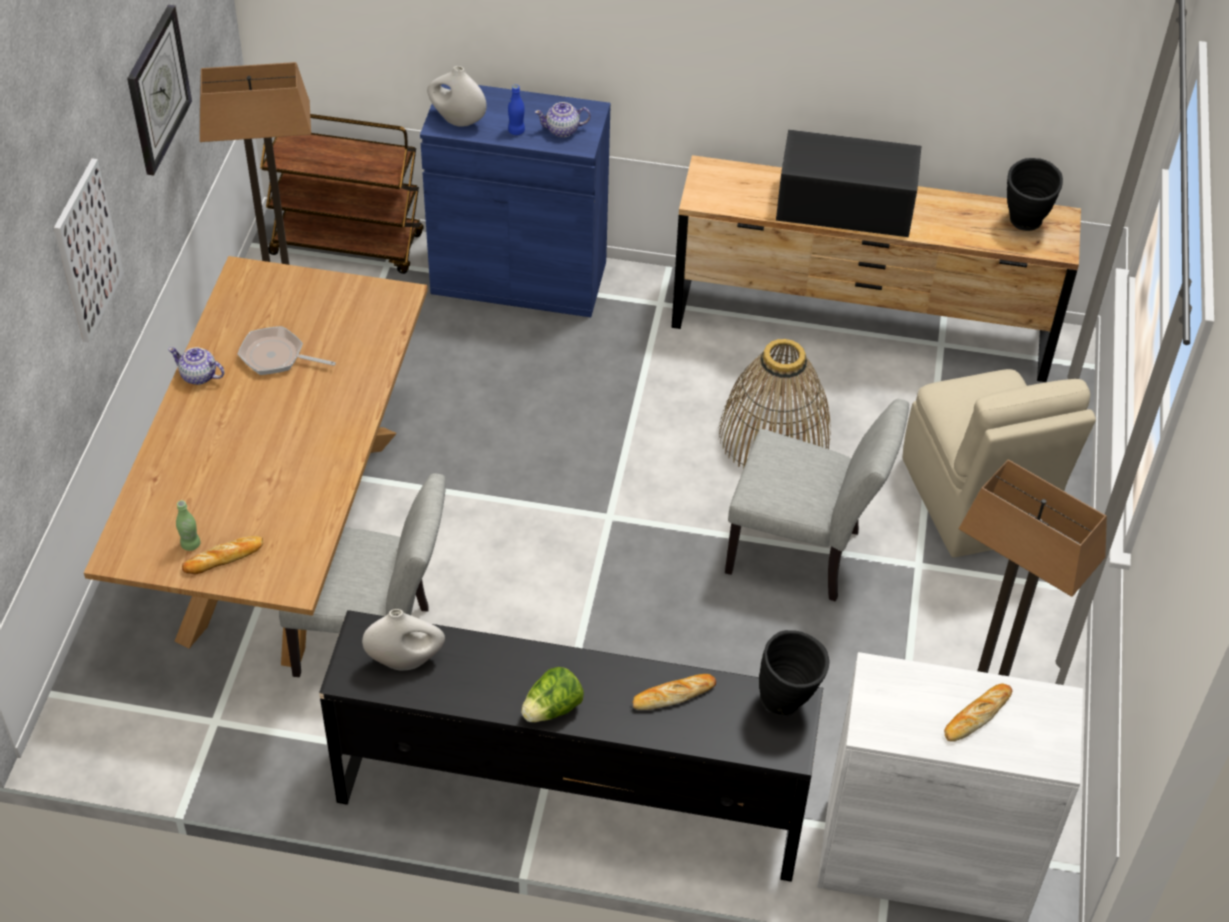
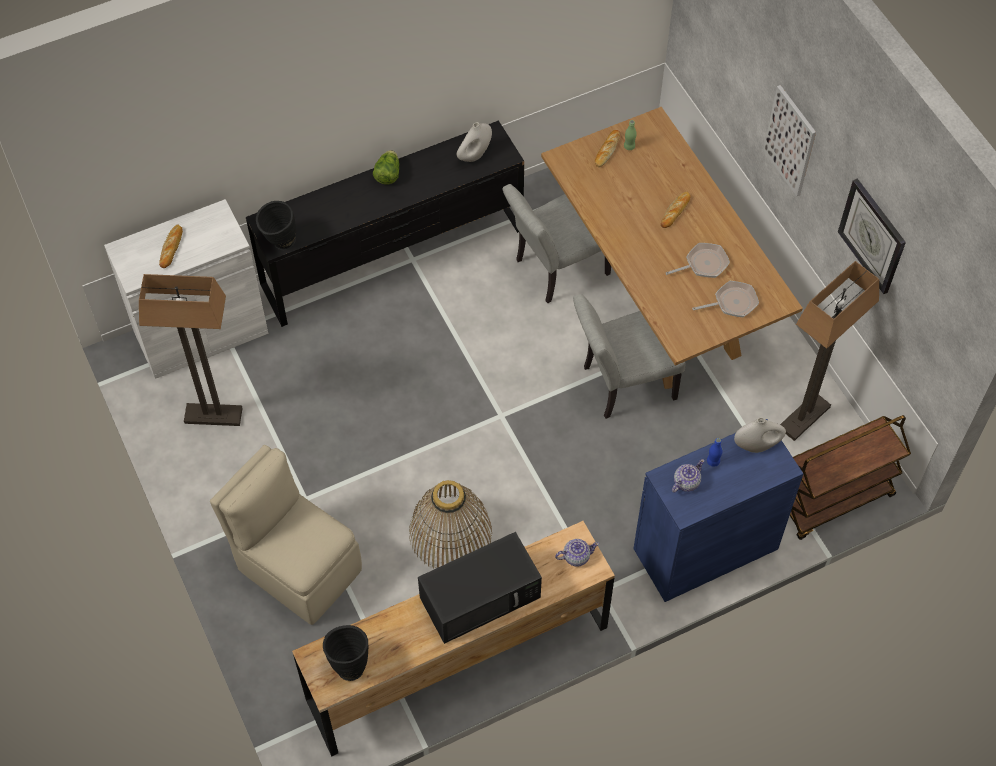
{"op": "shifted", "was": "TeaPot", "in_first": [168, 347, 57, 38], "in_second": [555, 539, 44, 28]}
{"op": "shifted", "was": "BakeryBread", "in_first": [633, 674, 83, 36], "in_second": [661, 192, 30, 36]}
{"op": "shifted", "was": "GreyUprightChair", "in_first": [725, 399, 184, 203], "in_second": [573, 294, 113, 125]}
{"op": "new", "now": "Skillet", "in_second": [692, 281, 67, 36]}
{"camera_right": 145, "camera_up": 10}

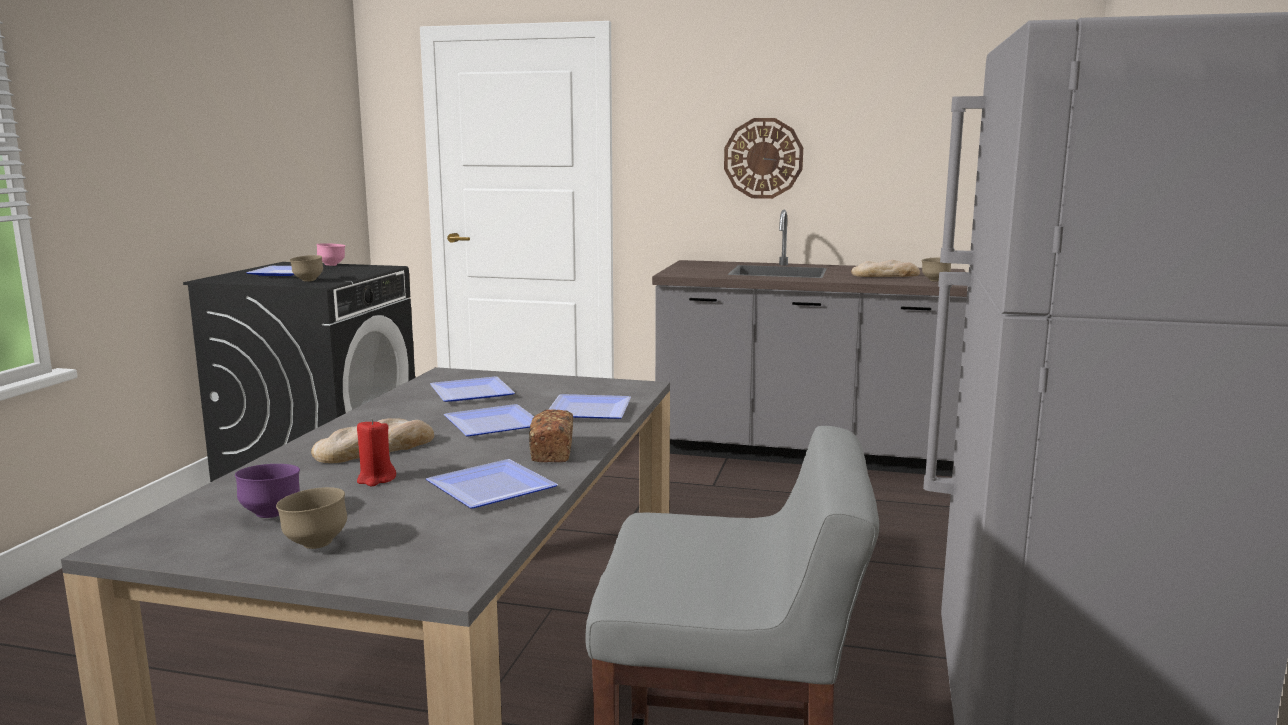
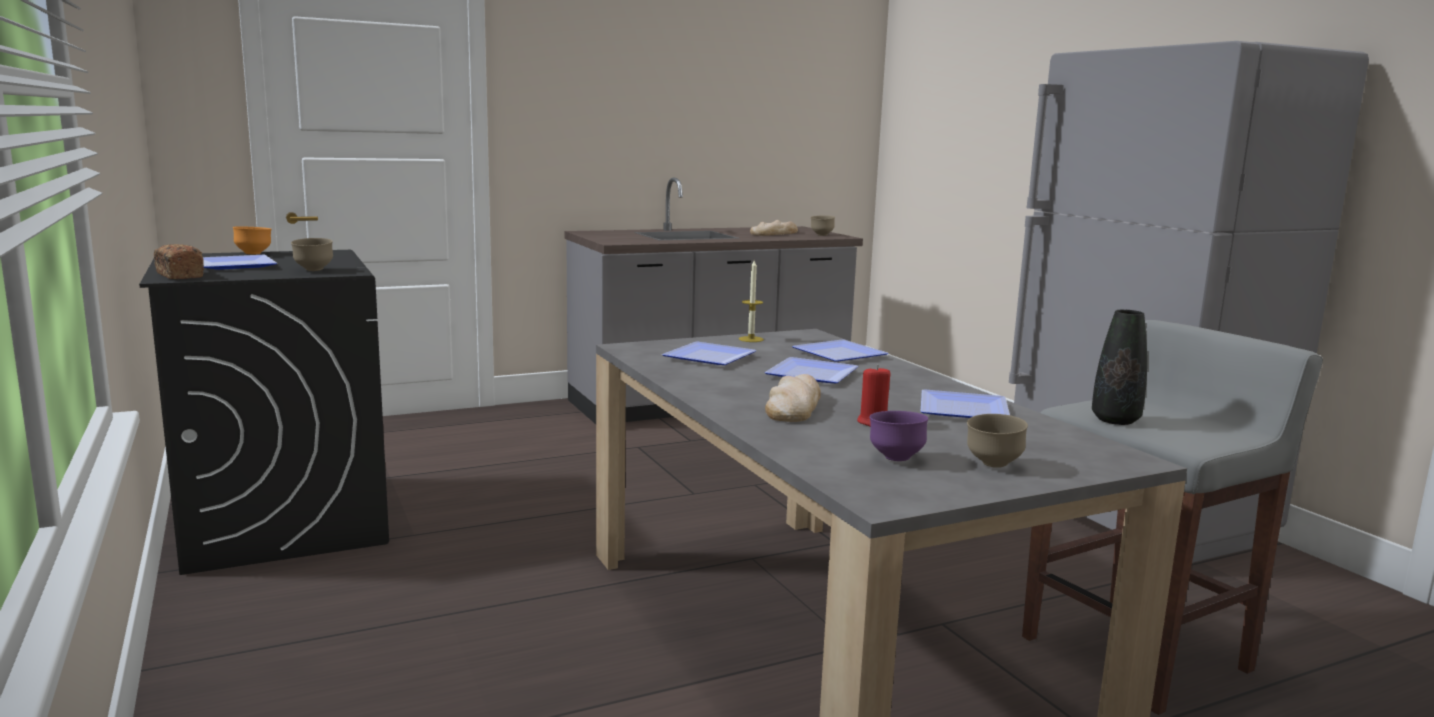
{"op": "repainted", "was": "PinkDeepDish", "now": "OrangeColouredDeepDish", "in_first": [316, 243, 29, 23], "in_second": [233, 226, 39, 28]}
{"op": "shifted", "was": "BakeryBread", "in_first": [529, 409, 44, 53], "in_second": [154, 244, 50, 35]}
{"op": "gone", "was": "ClockOnTheWall", "in_first": [724, 118, 79, 81]}
{"op": "new", "now": "WaxLight", "in_second": [739, 260, 25, 82]}
{"op": "new", "now": "BlackColouredDecorativeVase", "in_second": [1092, 310, 55, 115]}
{"camera_right": -40, "camera_up": 0}

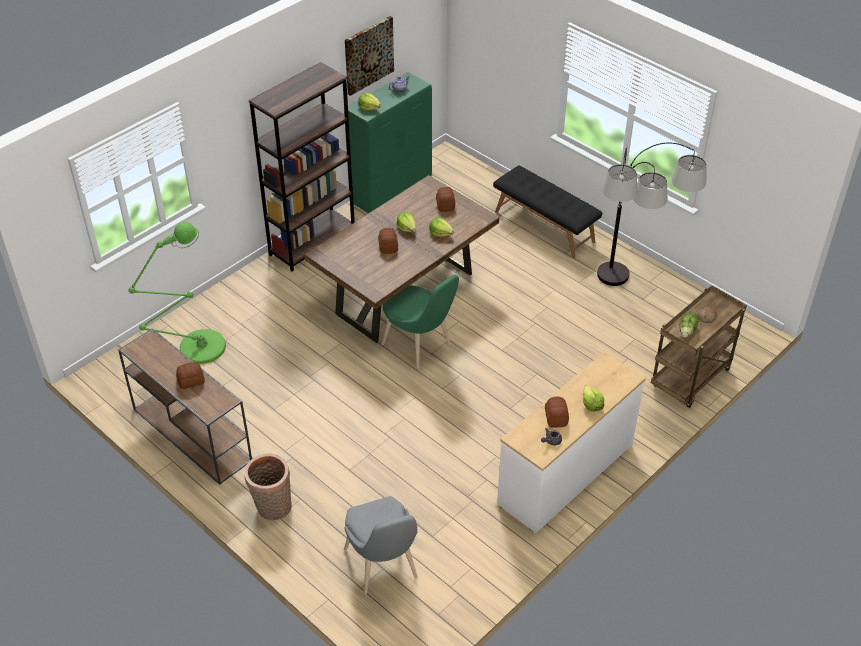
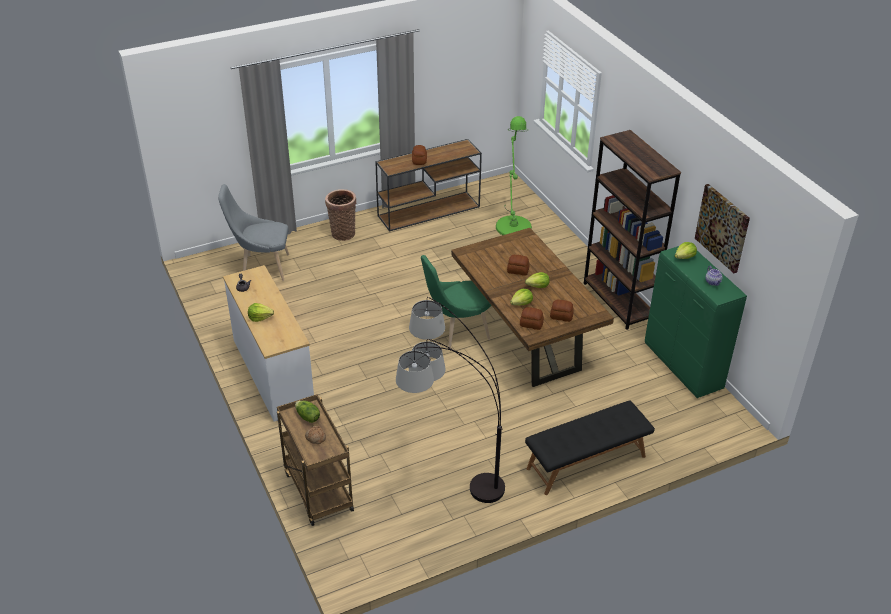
{"op": "shifted", "was": "BakeryBread", "in_first": [545, 397, 24, 31], "in_second": [520, 307, 24, 23]}
{"camera_right": 110, "camera_up": -5}

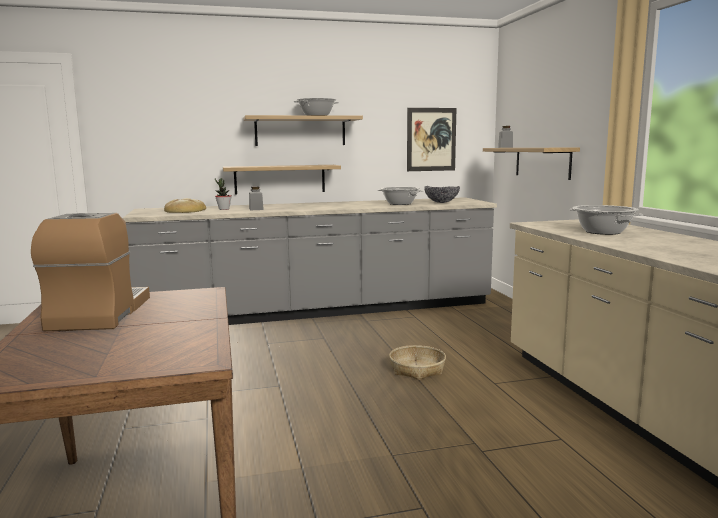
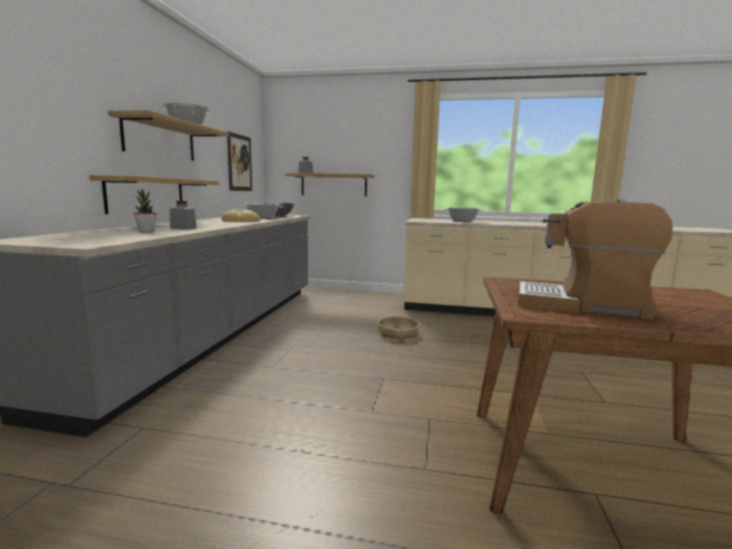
{"op": "shifted", "was": "BakeryBread", "in_first": [164, 198, 42, 15], "in_second": [222, 209, 38, 13]}
{"camera_right": -65, "camera_up": 0}

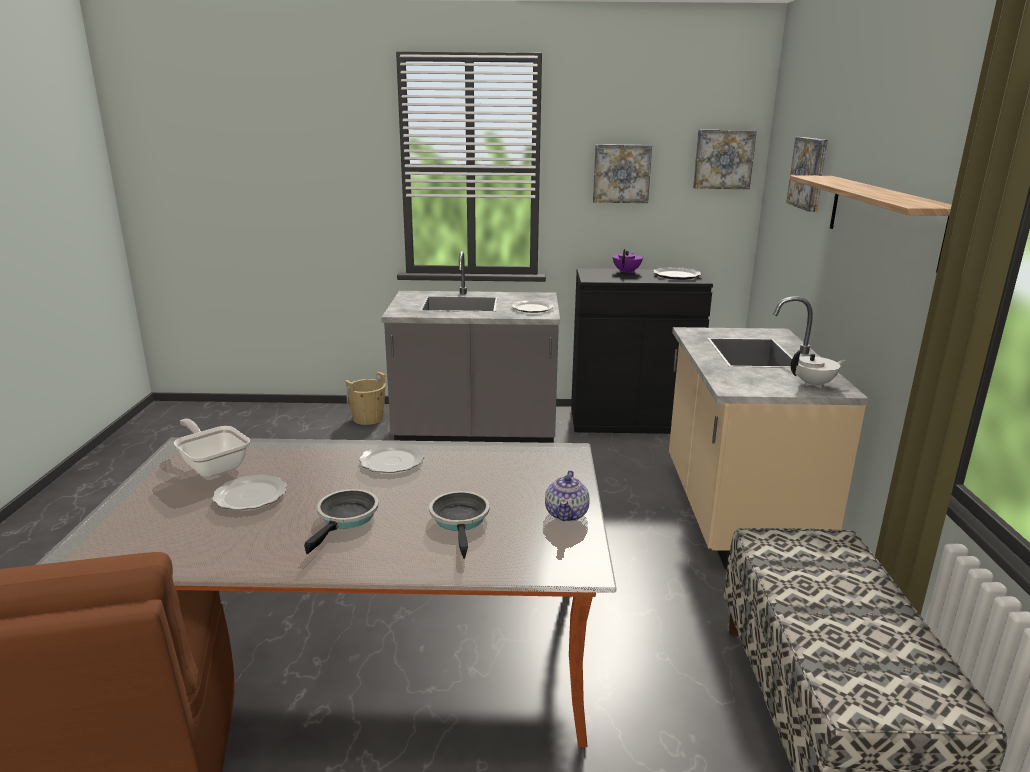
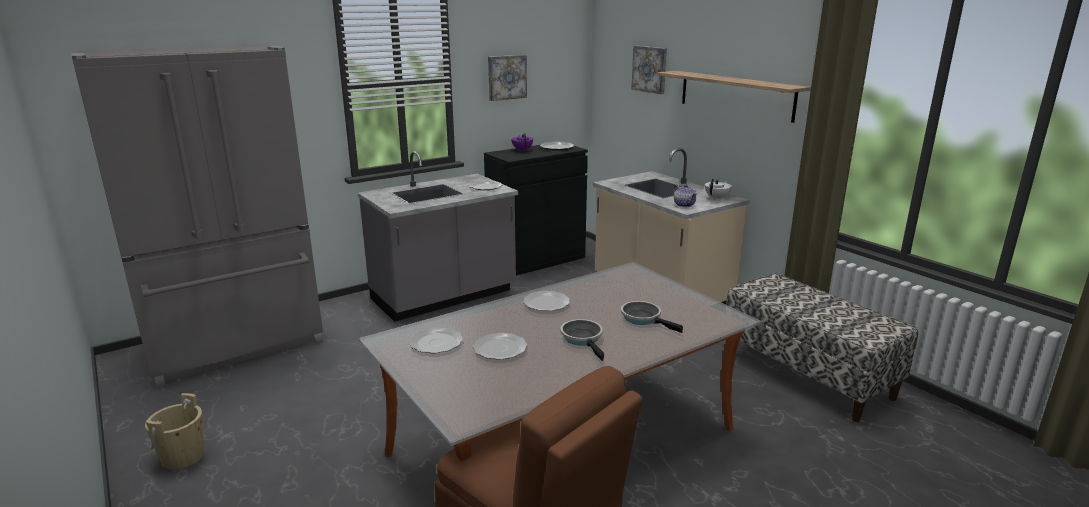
{"op": "swapped", "was": "Skillet", "now": "Plate", "in_first": [174, 419, 76, 58], "in_second": [409, 327, 54, 26]}
{"op": "shifted", "was": "BeigeColouredBucket", "in_first": [346, 372, 40, 53], "in_second": [145, 393, 60, 77]}
{"op": "shifted", "was": "TeaPot", "in_first": [545, 470, 45, 52], "in_second": [674, 184, 23, 23]}
{"op": "gone", "was": "WallPicture", "in_first": [693, 130, 64, 59]}
{"op": "new", "now": "GreyFridge", "in_second": [71, 44, 252, 343]}
{"camera_right": -35, "camera_up": 0}

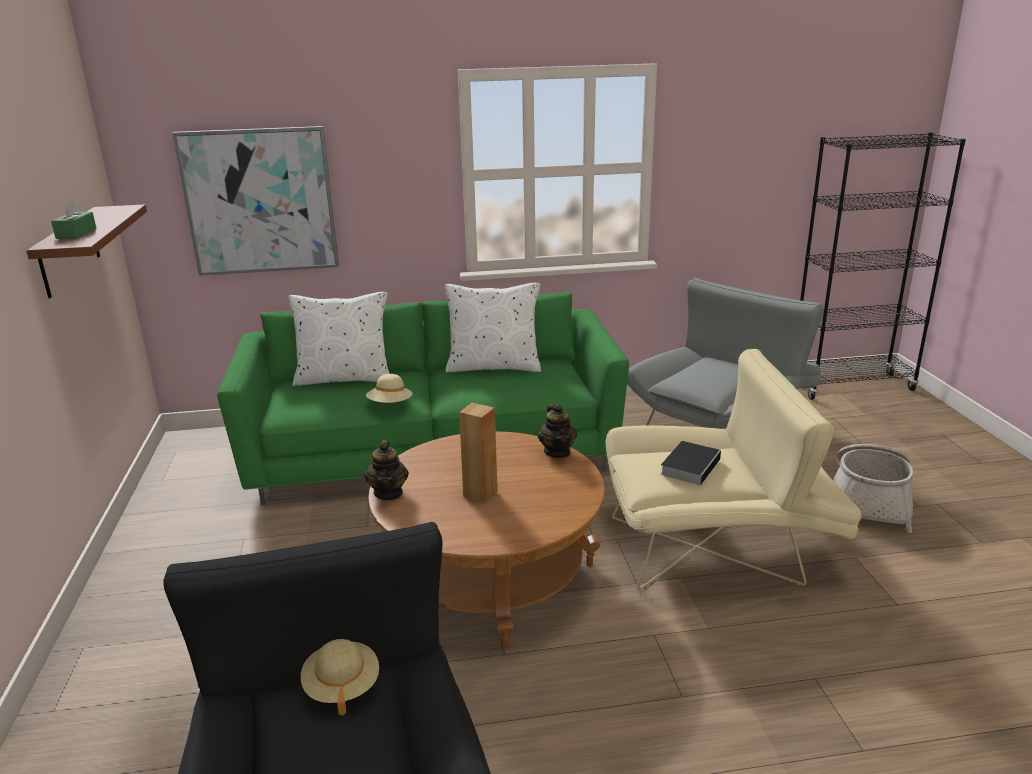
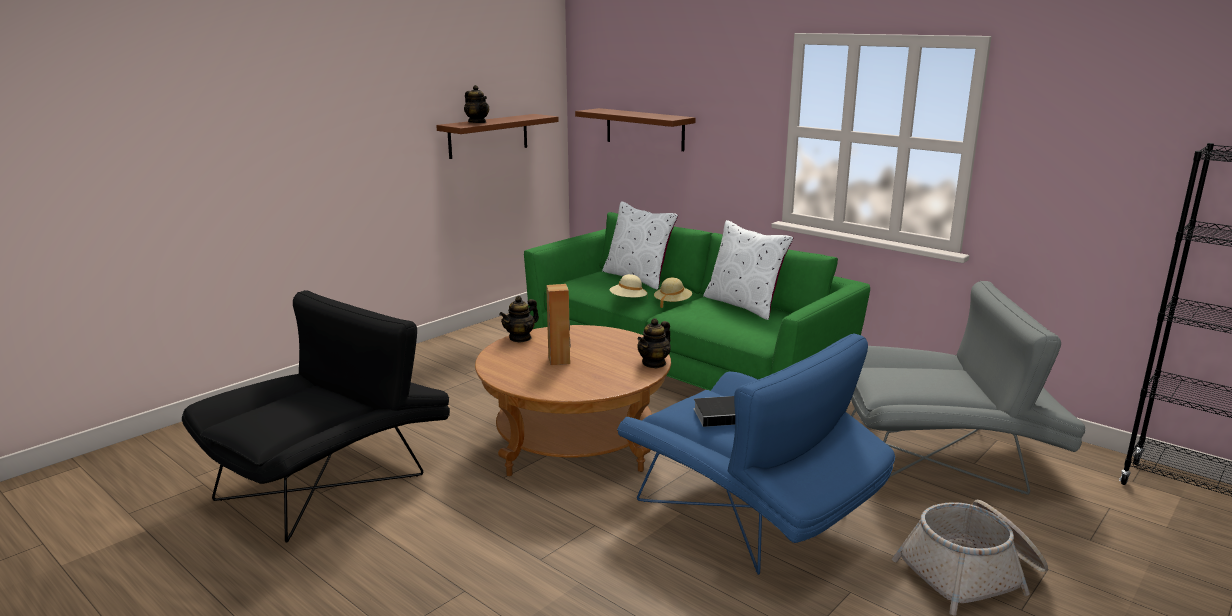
{"op": "swapped", "was": "GreenTissueHolder", "now": "TeaPot", "in_first": [51, 199, 46, 40], "in_second": [464, 85, 25, 38]}
{"op": "swapped", "was": "WallPicture", "now": "BrownishShelf", "in_first": [172, 126, 167, 150], "in_second": [575, 108, 121, 43]}
{"op": "shifted", "was": "BeigeColouredClothingHat", "in_first": [301, 639, 78, 77], "in_second": [654, 278, 38, 30]}
{"op": "repainted", "was": "BeigeColouredLoungeChair", "now": "BluishLoungeChair", "in_first": [605, 349, 257, 242], "in_second": [617, 333, 278, 242]}
{"camera_right": 50, "camera_up": -5}

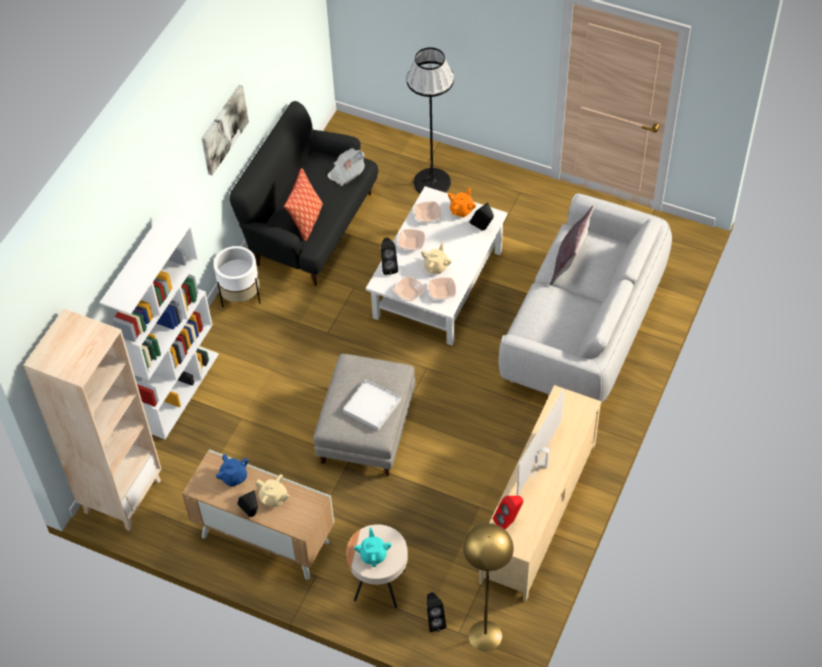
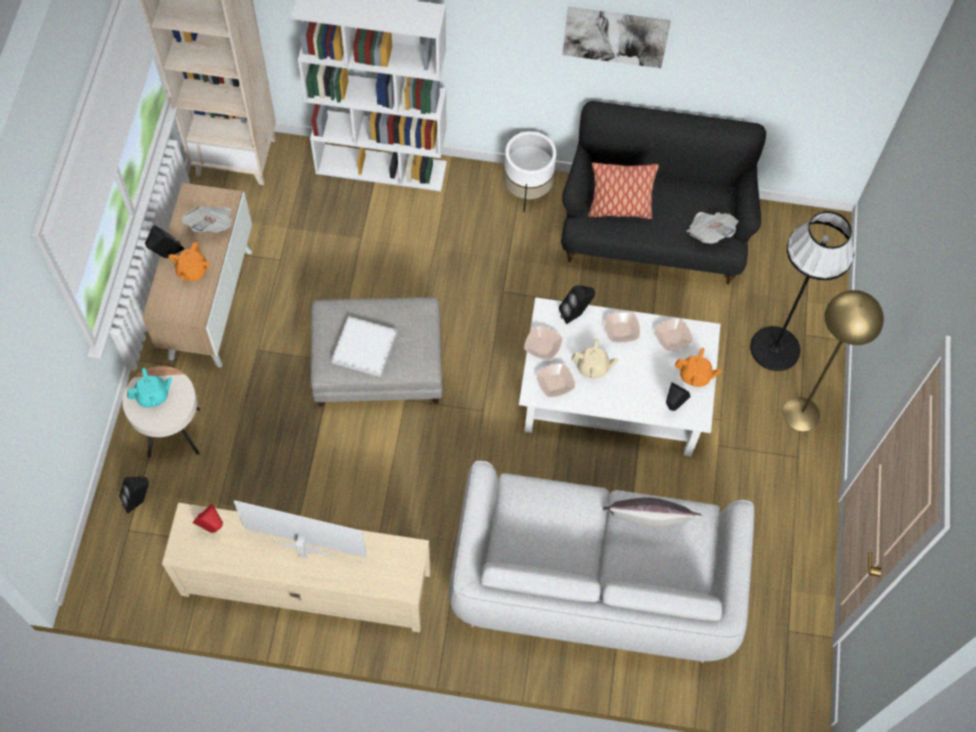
{"op": "swapped", "was": "BluishTeaPot", "now": "DailyPaper", "in_first": [216, 454, 33, 33], "in_second": [182, 205, 51, 28]}
{"op": "repainted", "was": "BeigeColouredTeaPot", "now": "OrangeColouredTeaPot", "in_first": [255, 474, 35, 33], "in_second": [168, 242, 42, 39]}
{"op": "shifted", "was": "YellowishStandingLamp", "in_first": [463, 523, 51, 128], "in_second": [783, 290, 101, 141]}
{"camera_right": 70, "camera_up": 10}

